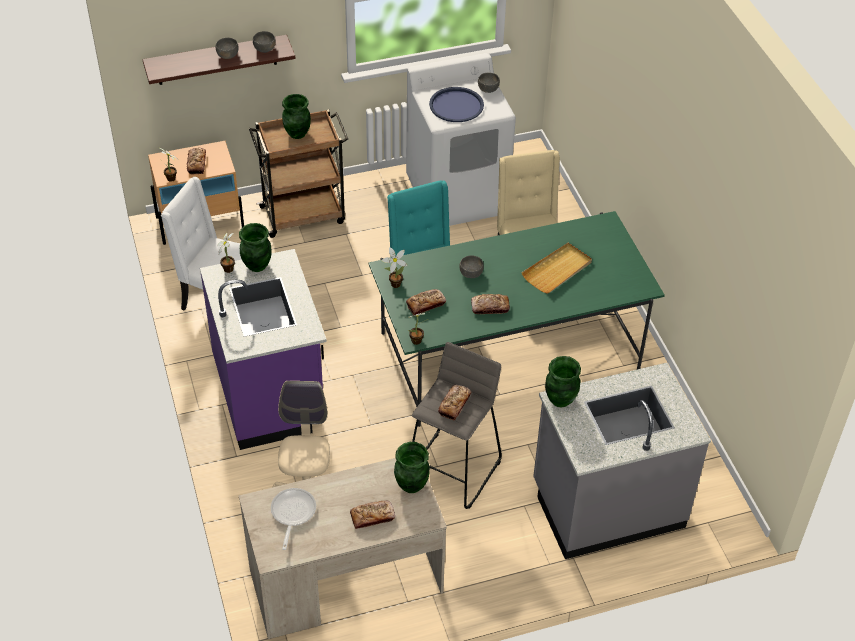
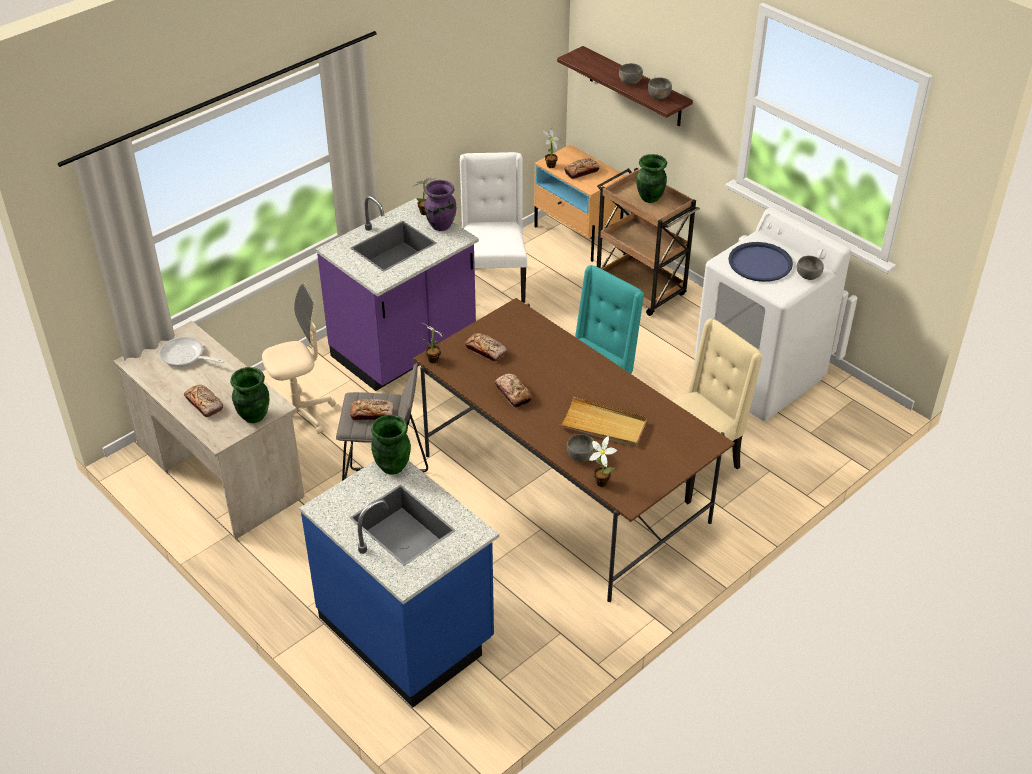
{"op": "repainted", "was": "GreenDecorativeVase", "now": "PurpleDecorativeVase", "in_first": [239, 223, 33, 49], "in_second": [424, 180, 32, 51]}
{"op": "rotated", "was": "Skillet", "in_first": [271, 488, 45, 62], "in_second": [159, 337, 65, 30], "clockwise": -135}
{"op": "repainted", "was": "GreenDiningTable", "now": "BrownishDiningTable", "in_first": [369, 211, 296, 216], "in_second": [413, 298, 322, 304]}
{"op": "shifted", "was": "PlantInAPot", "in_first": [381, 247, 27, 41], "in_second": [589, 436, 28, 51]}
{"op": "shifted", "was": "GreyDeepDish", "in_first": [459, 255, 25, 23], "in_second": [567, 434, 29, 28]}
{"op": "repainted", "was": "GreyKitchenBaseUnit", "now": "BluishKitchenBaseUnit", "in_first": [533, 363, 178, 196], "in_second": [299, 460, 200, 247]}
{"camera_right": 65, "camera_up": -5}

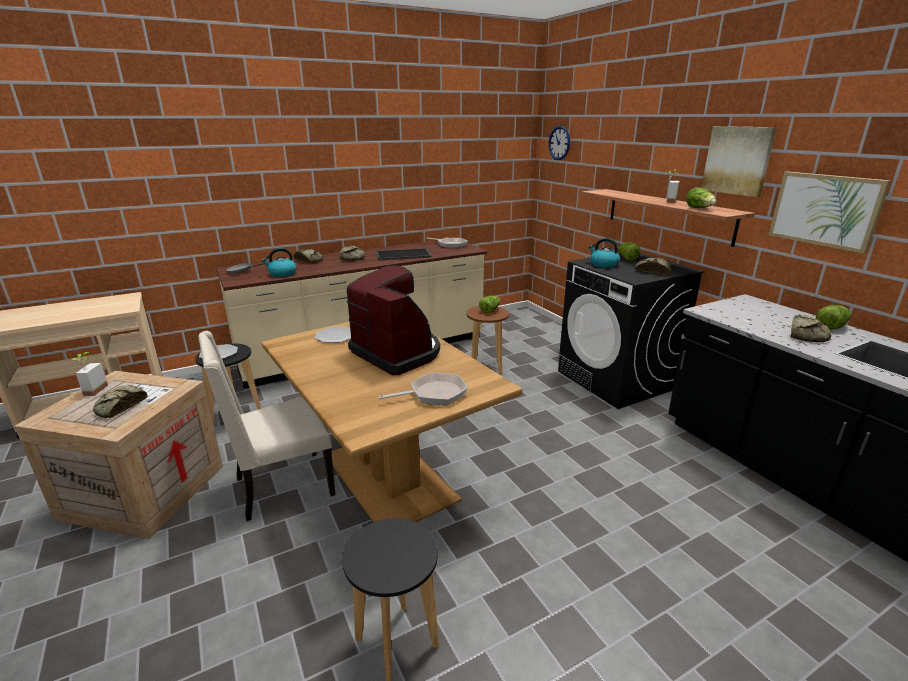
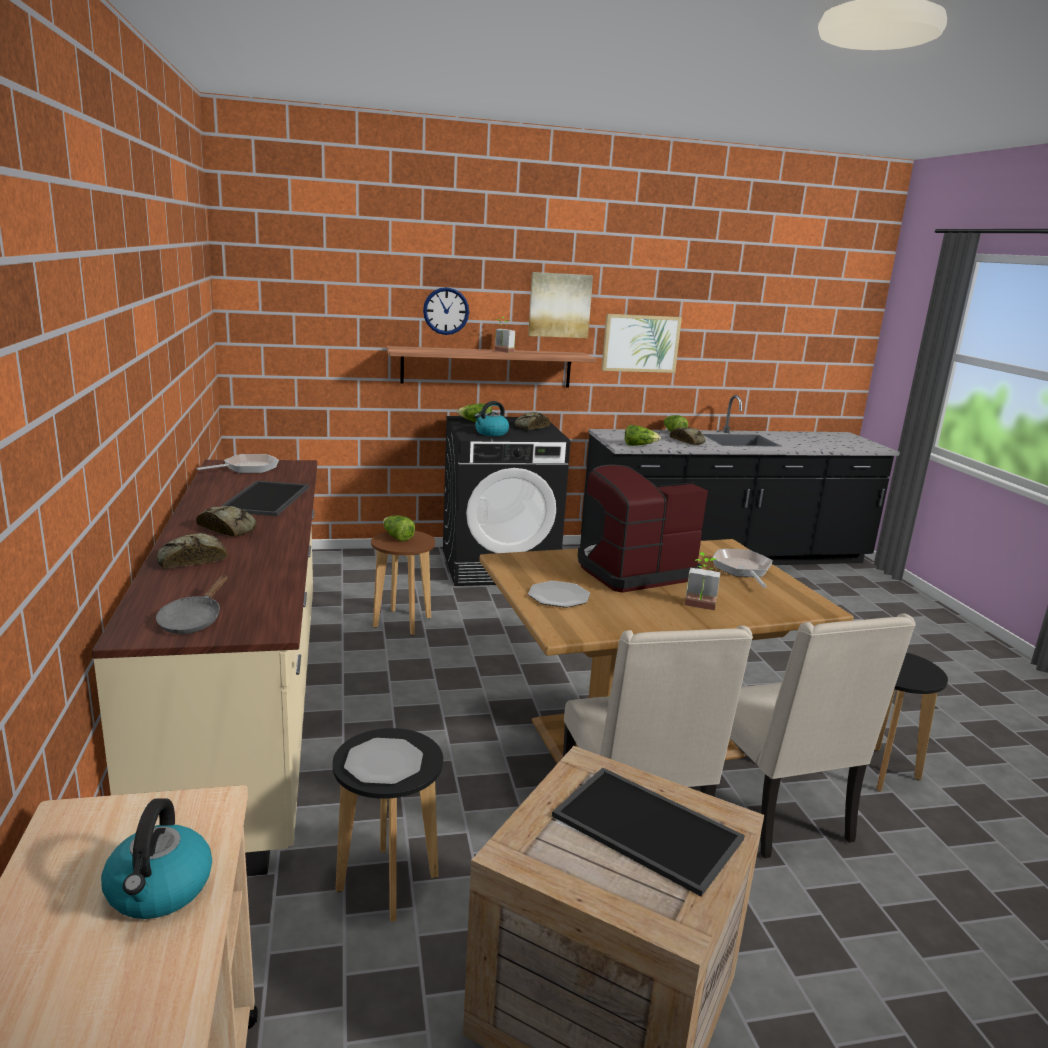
{"op": "shifted", "was": "PlantInAPot", "in_first": [72, 352, 36, 44], "in_second": [685, 552, 36, 58]}
{"op": "swapped", "was": "BakeryBread", "now": "CarryingTray", "in_first": [93, 385, 55, 33], "in_second": [552, 768, 193, 129]}
{"op": "shifted", "was": "TeaKettle", "in_first": [262, 248, 35, 29], "in_second": [101, 799, 111, 120]}
{"op": "shifted", "was": "ClockOnTheWall", "in_first": [549, 126, 21, 34], "in_second": [423, 287, 46, 48]}
{"op": "shifted", "was": "Lettuce", "in_first": [686, 187, 30, 21], "in_second": [625, 425, 36, 21]}
{"op": "new", "now": "BeigeColouredUprightChair", "in_second": [730, 613, 186, 245]}
{"camera_right": -75, "camera_up": -5}

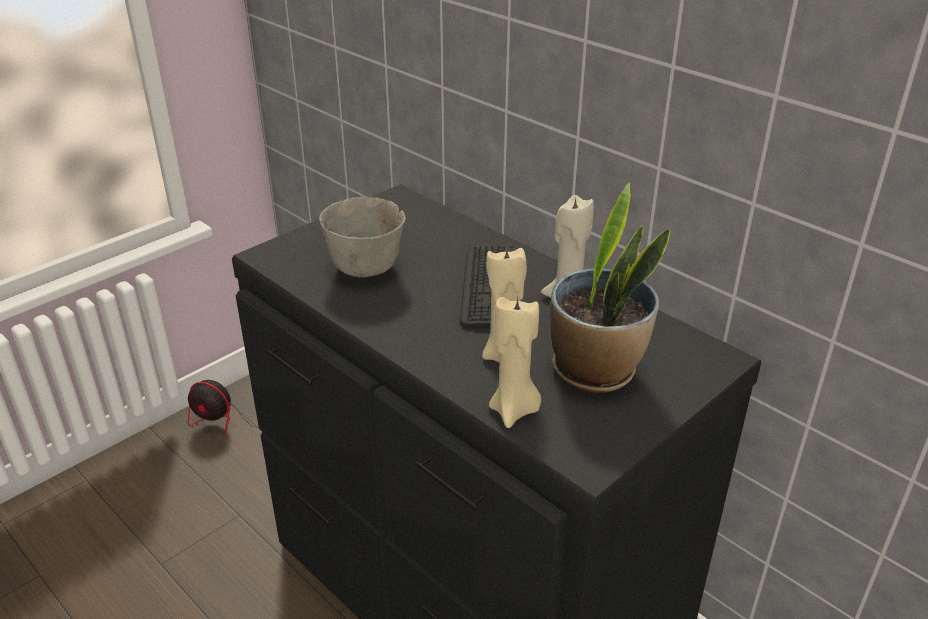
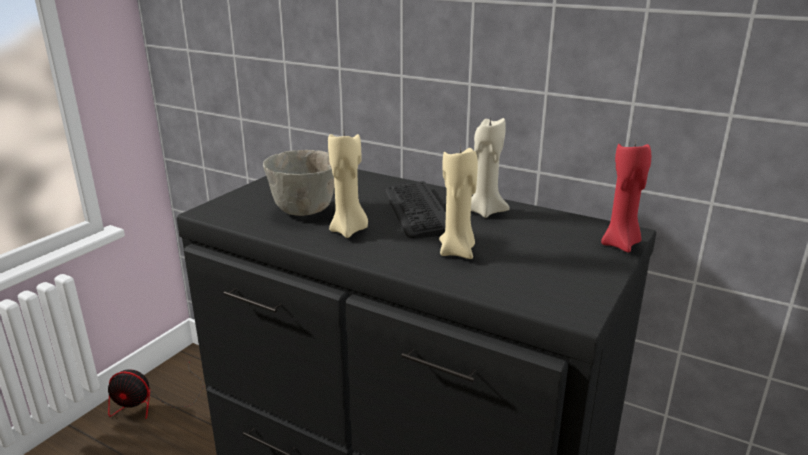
{"op": "shifted", "was": "BeigeColouredWaxLight", "in_first": [489, 297, 52, 131], "in_second": [328, 133, 40, 105]}
{"op": "gone", "was": "PlantInAPot", "in_first": [550, 183, 120, 210]}
{"op": "new", "now": "RedWaxLight", "in_second": [601, 141, 50, 112]}
{"camera_right": -15, "camera_up": -10}

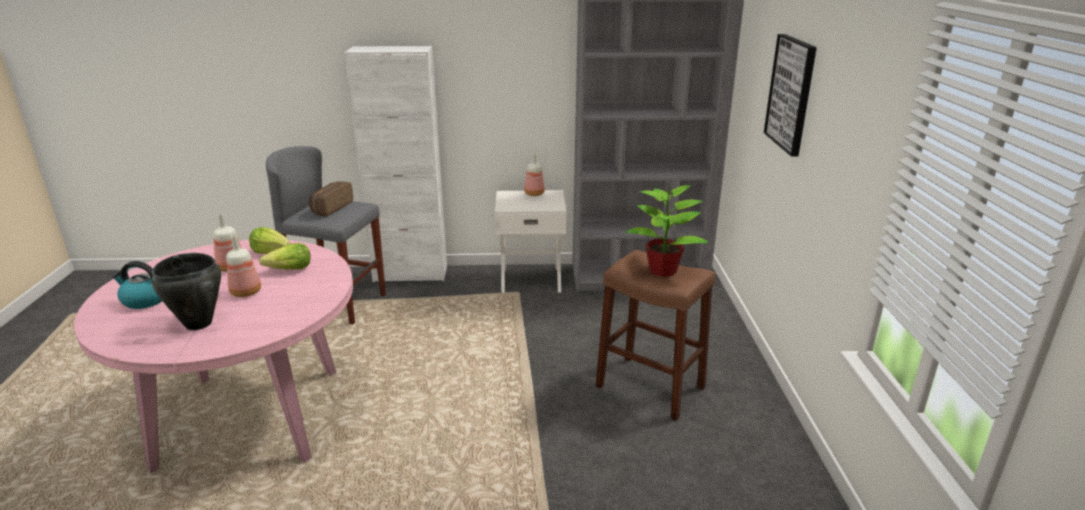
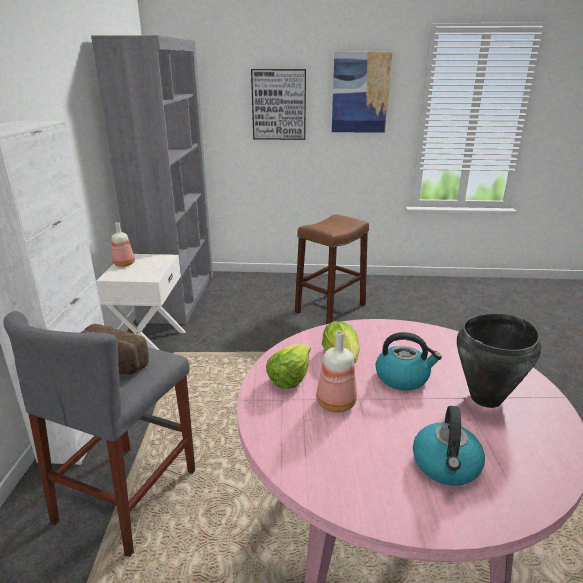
{"op": "swapped", "was": "DrinkBottle", "now": "TeaKettle", "in_first": [226, 235, 35, 62], "in_second": [376, 332, 66, 59]}
{"op": "gone", "was": "PlantInAPot", "in_first": [626, 180, 83, 97]}
{"op": "new", "now": "WallPicture", "in_second": [332, 52, 60, 81]}
{"camera_right": -85, "camera_up": 0}

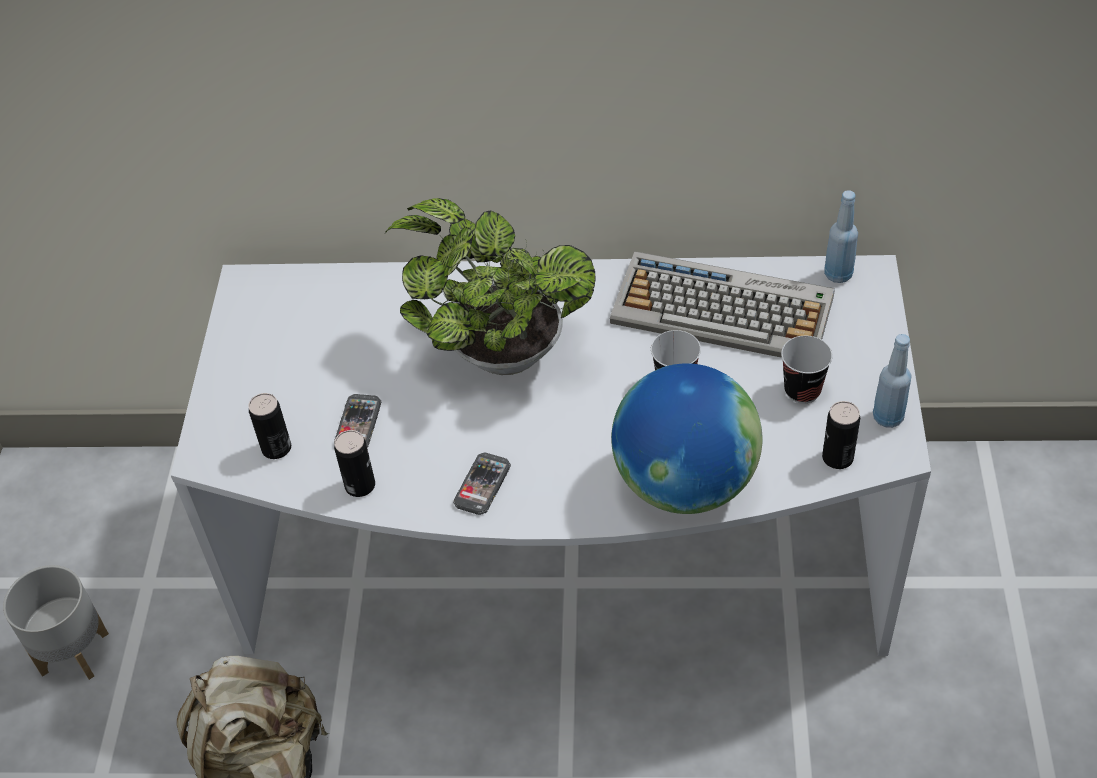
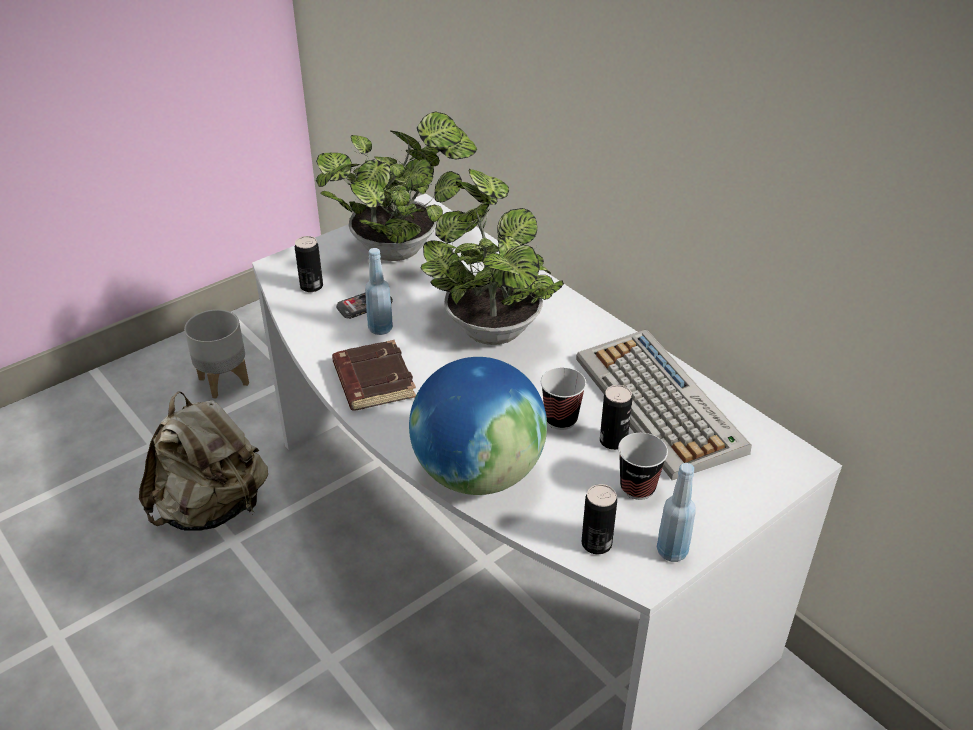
{"op": "shifted", "was": "SealedCan", "in_first": [334, 430, 41, 67], "in_second": [600, 385, 32, 65]}
{"op": "swapped", "was": "Telephone", "now": "BrownishVolume", "in_first": [453, 453, 58, 62], "in_second": [332, 340, 84, 71]}
{"op": "shifted", "was": "BluishDrinkBottle", "in_first": [824, 190, 34, 93], "in_second": [365, 248, 28, 87]}
{"op": "new", "now": "PlantInAPot", "in_second": [316, 111, 161, 150]}
{"camera_right": 45, "camera_up": -10}

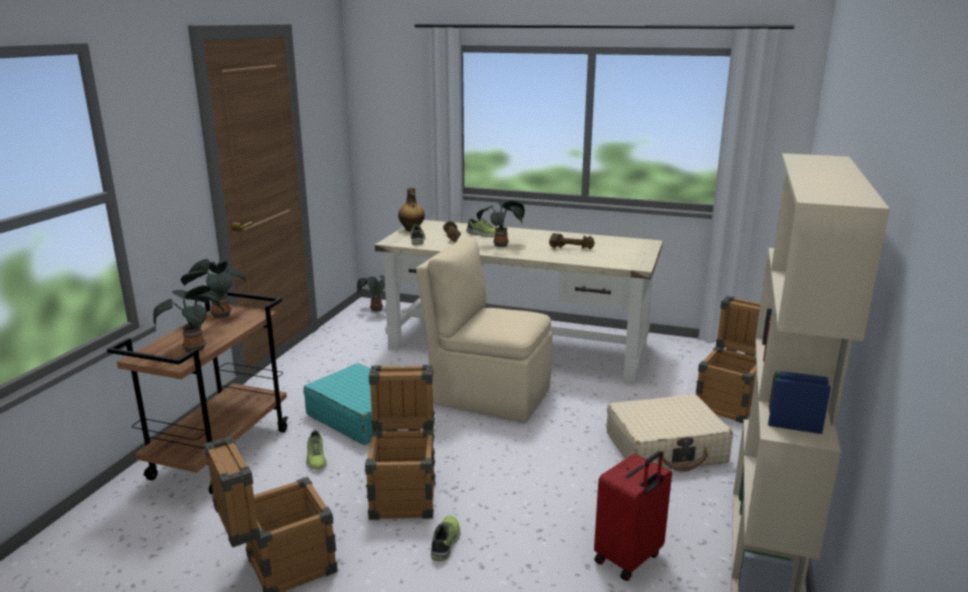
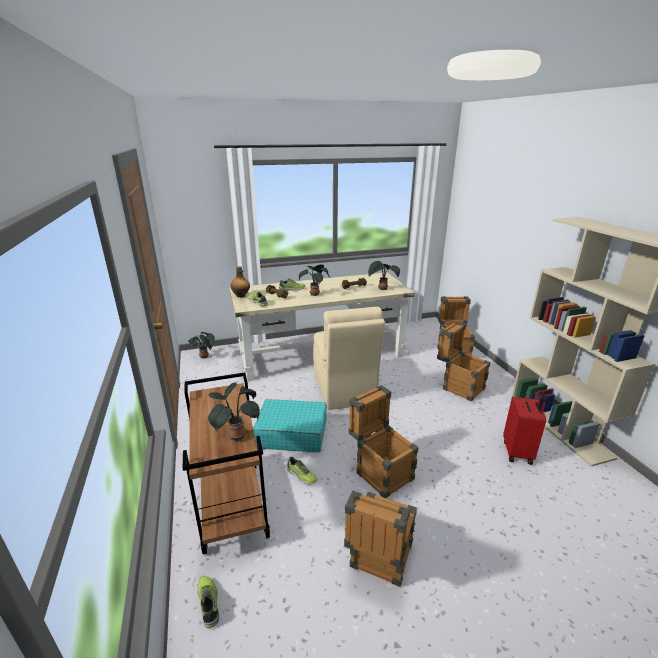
{"op": "shifted", "was": "PlantInAPot", "in_first": [181, 259, 65, 60], "in_second": [368, 261, 32, 29]}
{"op": "rotated", "was": "BeigeColouredUprightChair", "in_first": [416, 237, 136, 186], "in_second": [313, 307, 72, 103], "clockwise": -90}
{"op": "shifted", "was": "LowShoe", "in_first": [431, 515, 30, 46], "in_second": [197, 576, 22, 52]}
{"op": "swapped", "was": "BeigeColouredSuitcase", "now": "Crate", "in_first": [607, 394, 126, 77], "in_second": [437, 321, 53, 80]}
{"camera_right": -35, "camera_up": 5}

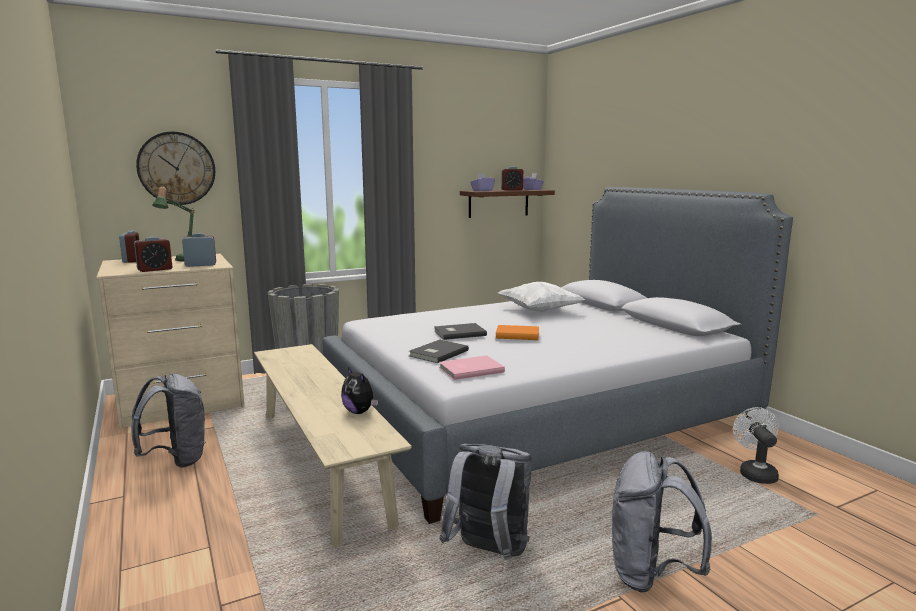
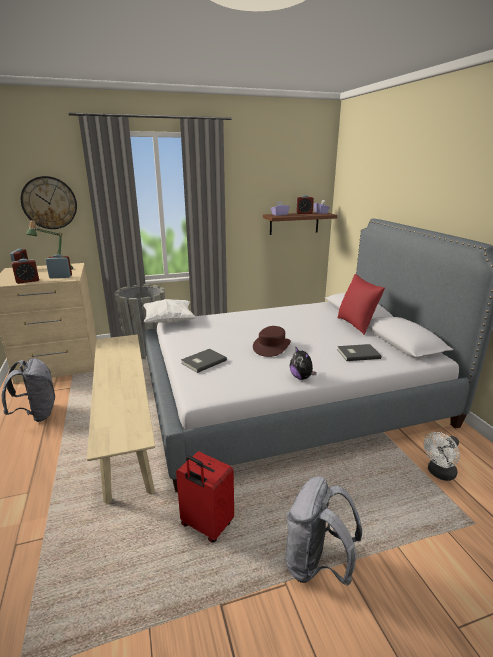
{"op": "shifted", "was": "SoftToy", "in_first": [341, 367, 37, 47], "in_second": [290, 346, 27, 34]}
{"op": "shifted", "was": "GreyVolume", "in_first": [434, 323, 53, 17], "in_second": [337, 344, 44, 17]}
{"op": "gone", "was": "PinkVolume", "in_first": [439, 355, 66, 25]}
{"op": "swapped", "was": "GreyBackpack", "now": "RedSuitcase", "in_first": [439, 444, 93, 116], "in_second": [176, 451, 58, 92]}
{"op": "swapped", "was": "OrangeColouredVolume", "now": "BrownishClothingHat", "in_first": [496, 325, 43, 15], "in_second": [253, 326, 38, 31]}
{"op": "shifted", "was": "WhiteColouredThrowPillow", "in_first": [498, 282, 87, 30], "in_second": [143, 299, 53, 24]}
{"op": "rotated", "was": "WhiteColouredFan", "in_first": [733, 407, 46, 77], "in_second": [424, 432, 36, 49], "clockwise": -135}
{"op": "new", "now": "RedThrowPillow", "in_second": [338, 274, 47, 61]}
{"camera_right": 10, "camera_up": 10}

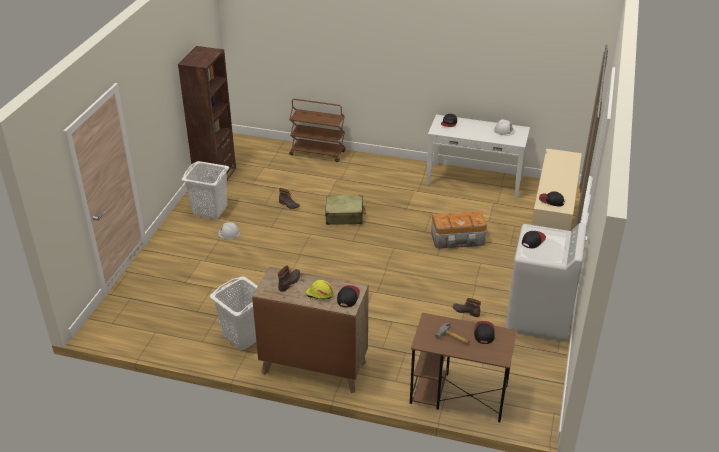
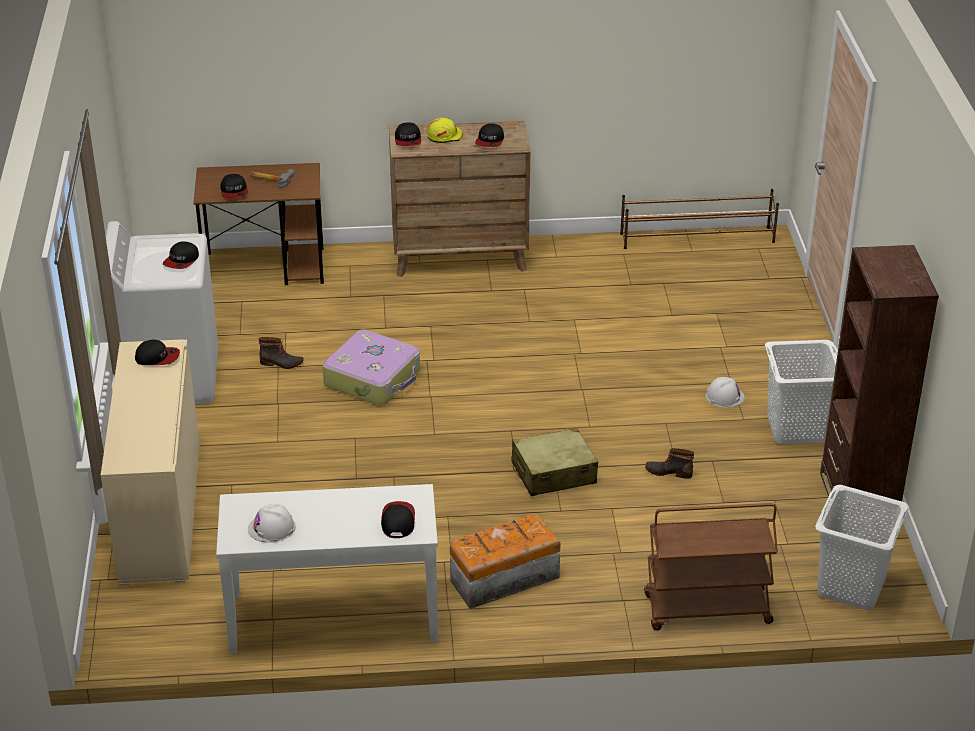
{"op": "shifted", "was": "WhiteColouredWashingBasket", "in_first": [210, 277, 48, 73], "in_second": [815, 485, 94, 125]}
{"op": "swapped", "was": "HighTopBoot", "now": "PeakedCap", "in_first": [278, 265, 22, 27], "in_second": [475, 124, 29, 23]}
{"op": "shifted", "was": "StorageBin", "in_first": [431, 211, 56, 38], "in_second": [450, 514, 111, 95]}
{"op": "new", "now": "Suitcase", "in_second": [323, 330, 97, 75]}
{"op": "new", "now": "BrownishShoeStand", "in_second": [620, 189, 159, 60]}
{"camera_right": 160, "camera_up": 0}

